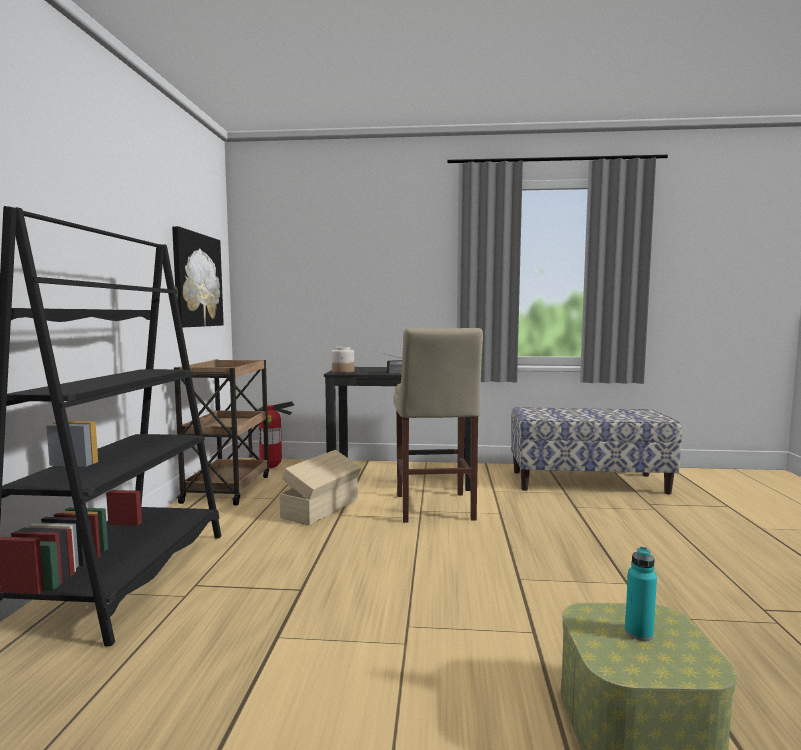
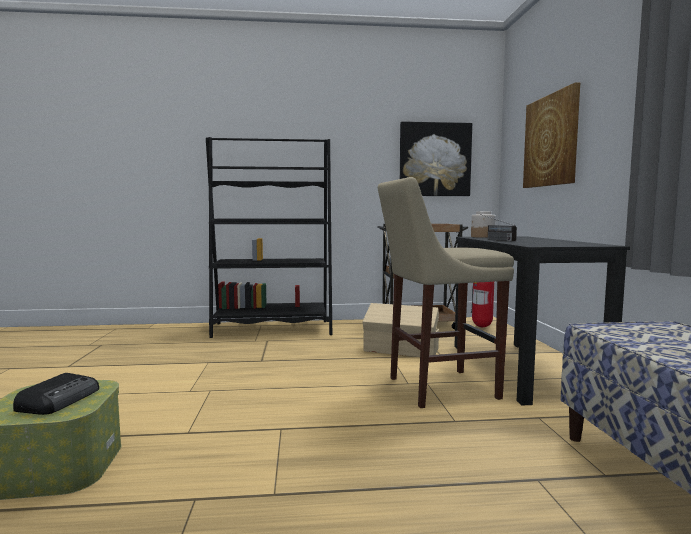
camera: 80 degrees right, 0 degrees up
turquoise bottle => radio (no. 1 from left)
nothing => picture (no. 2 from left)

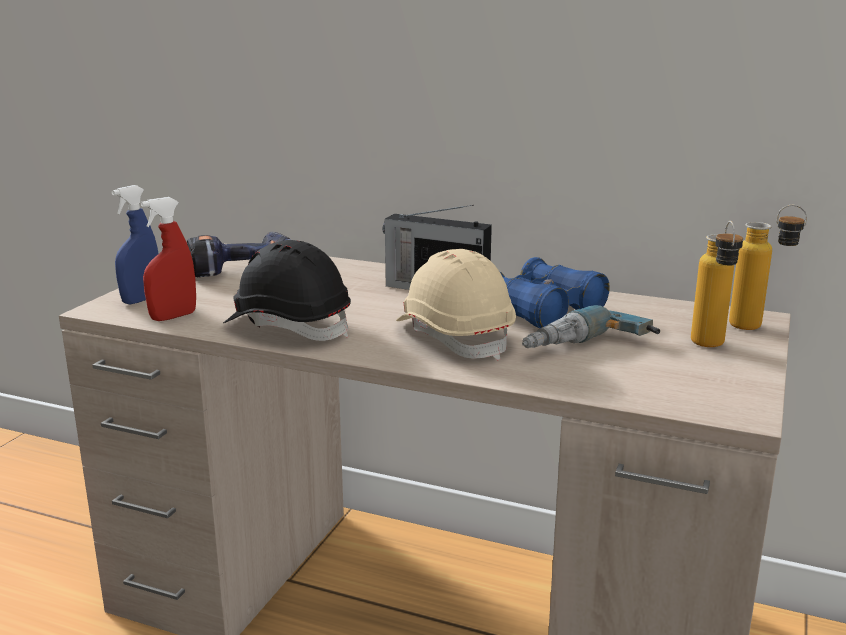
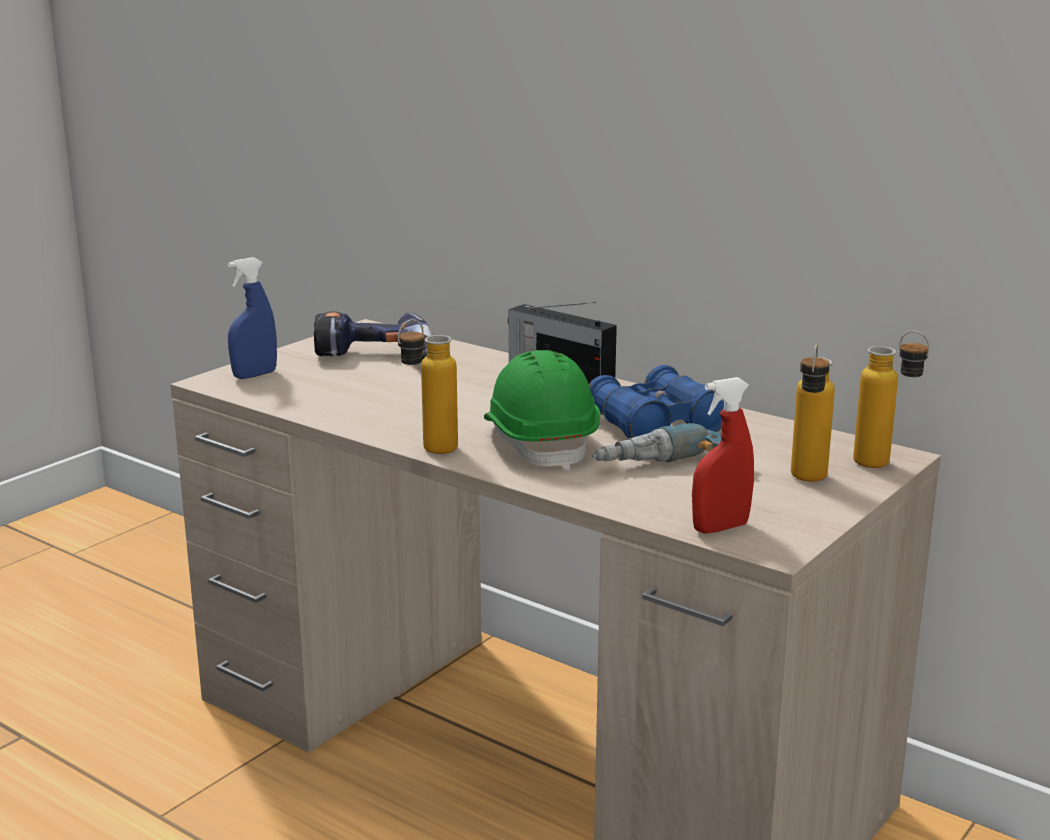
camera: 15 degrees right, 0 degrees up
red spray bottle, shifted
black hard hat => nothing
beige hard hat => green hard hat
nothing => bottle (no. 1 from left)

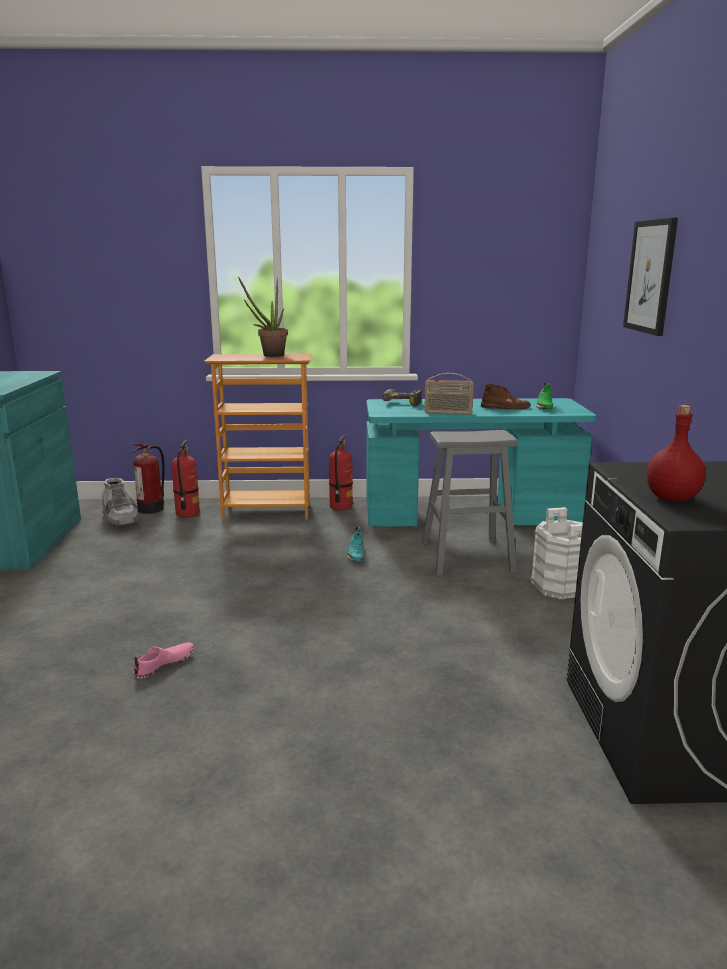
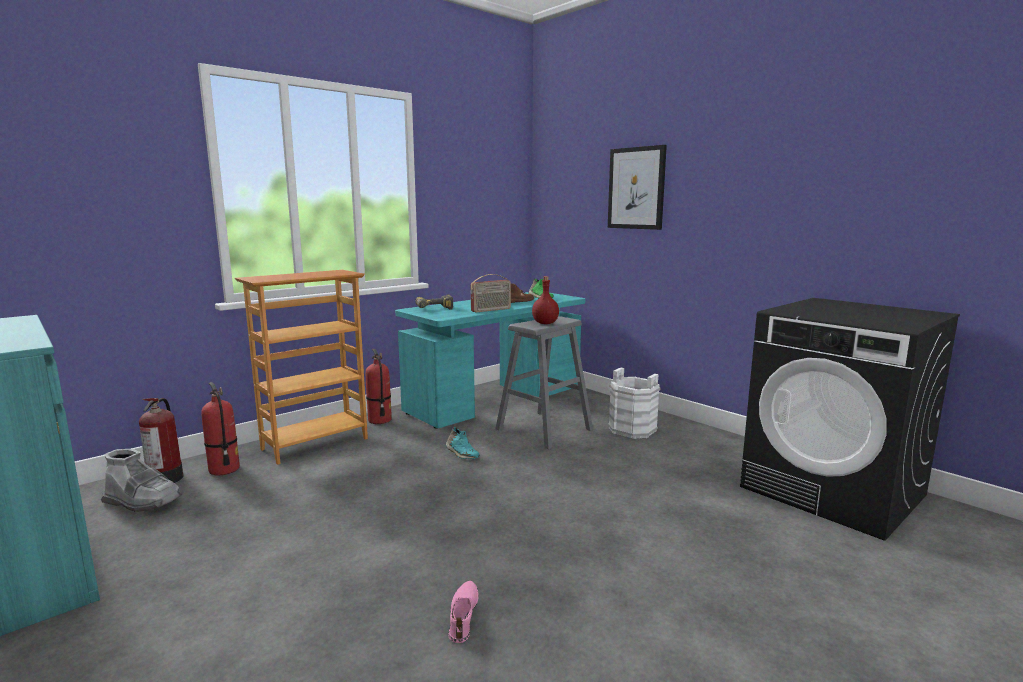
camera: 40 degrees left, 5 degrees down
potted plant => nothing
red bottle, shifted

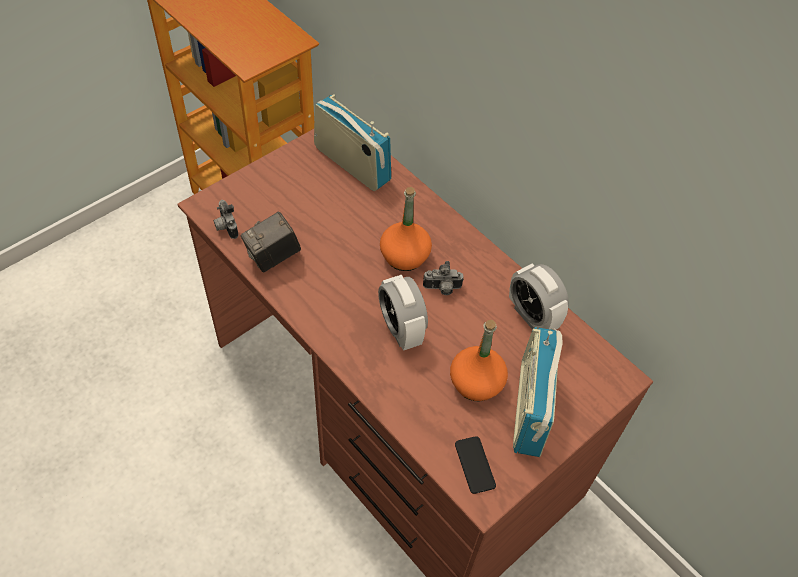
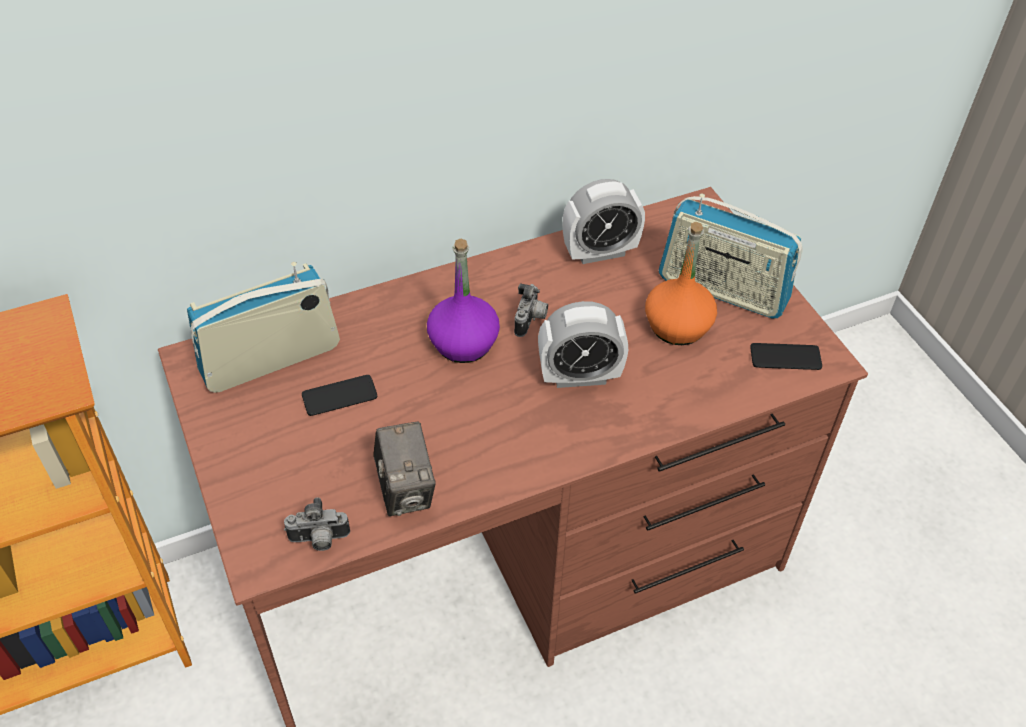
camera: 70 degrees left, 5 degrees down
orange bottle (no. 1 from left) => purple bottle
nothing => phone (no. 1 from left)

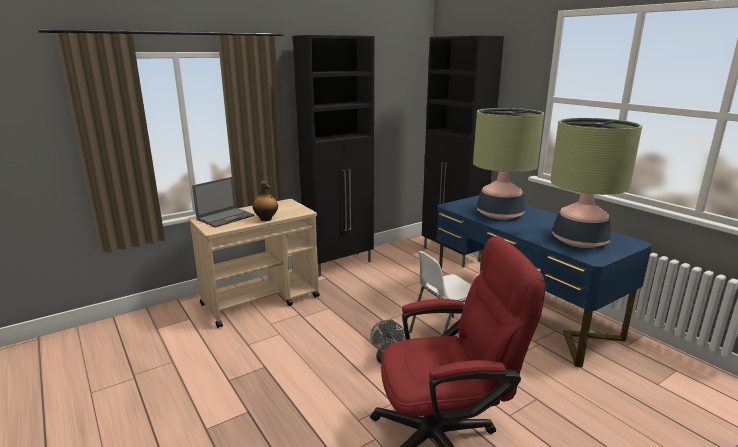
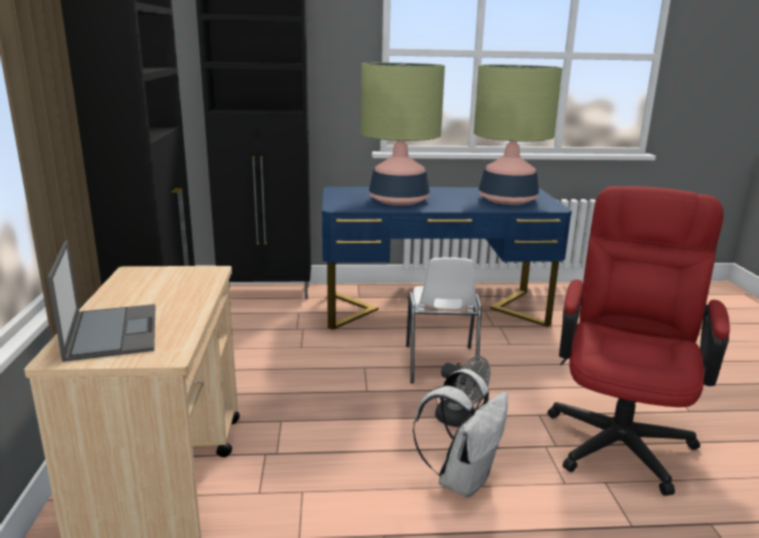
camera: 60 degrees left, 0 degrees up
bottle => nothing
nothing => white backpack

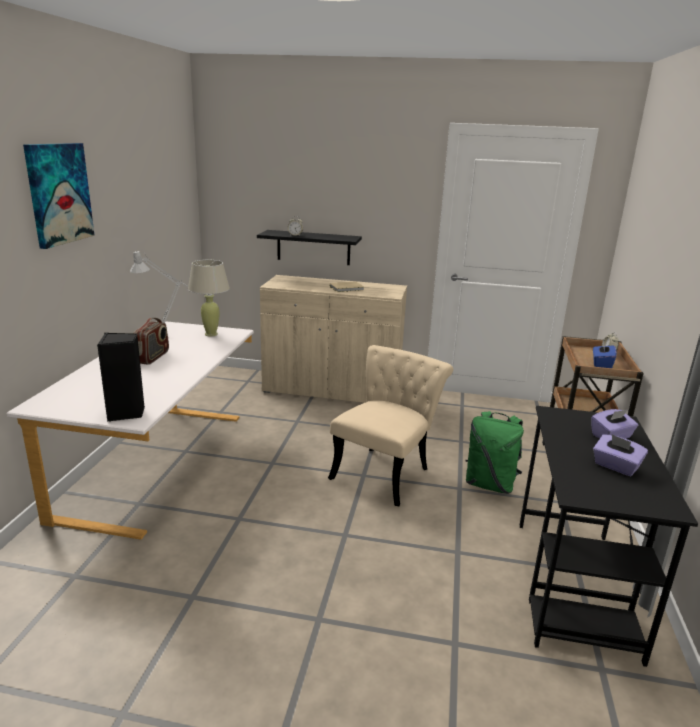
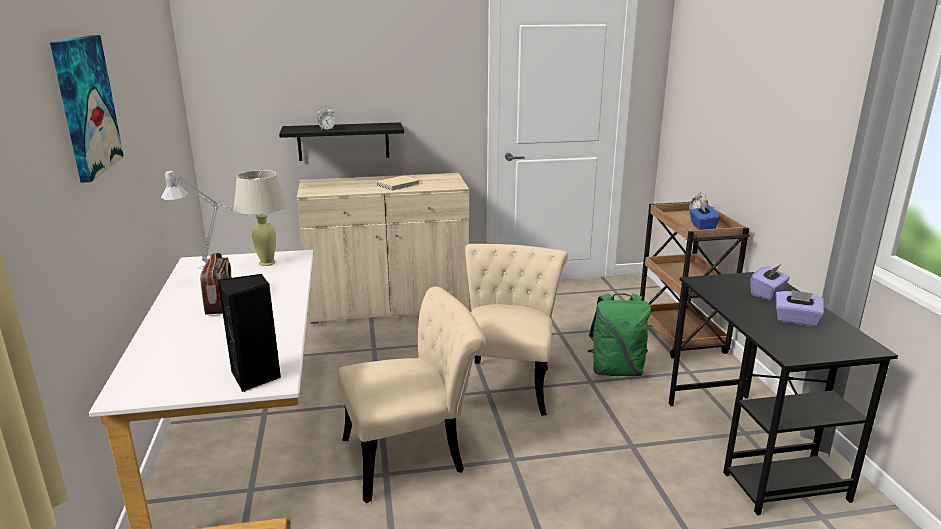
camera: 20 degrees left, 0 degrees up
nothing => beige chair (no. 1 from left)

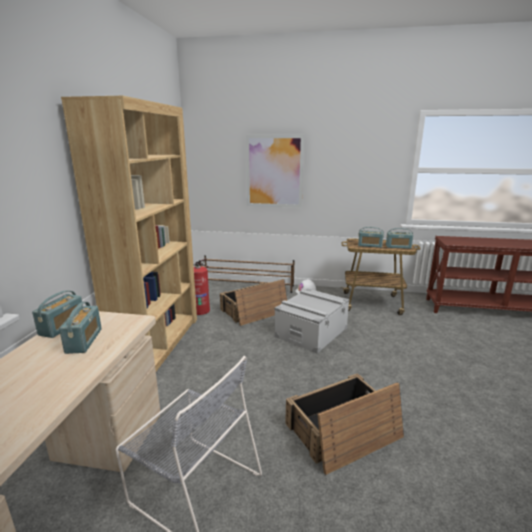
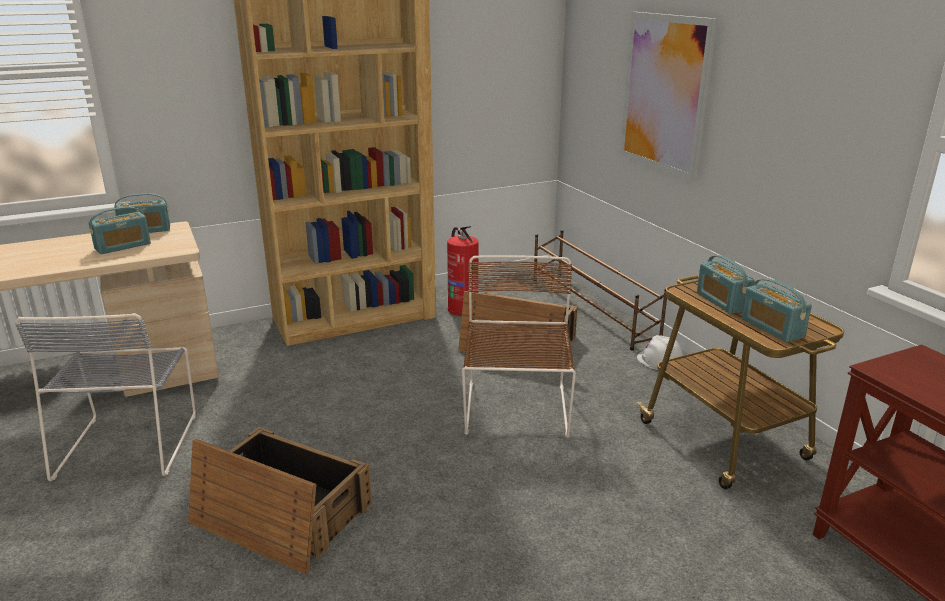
camera: 55 degrees right, 5 degrees up
grey storage box => brown chair

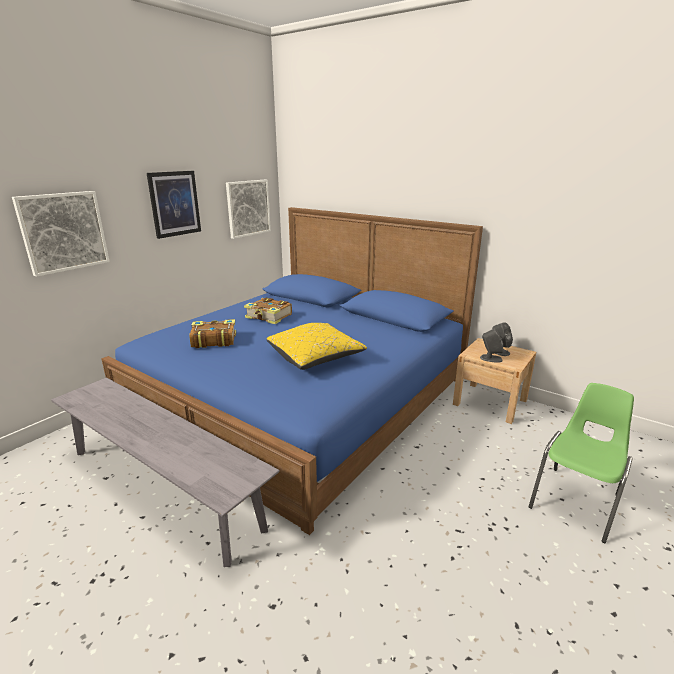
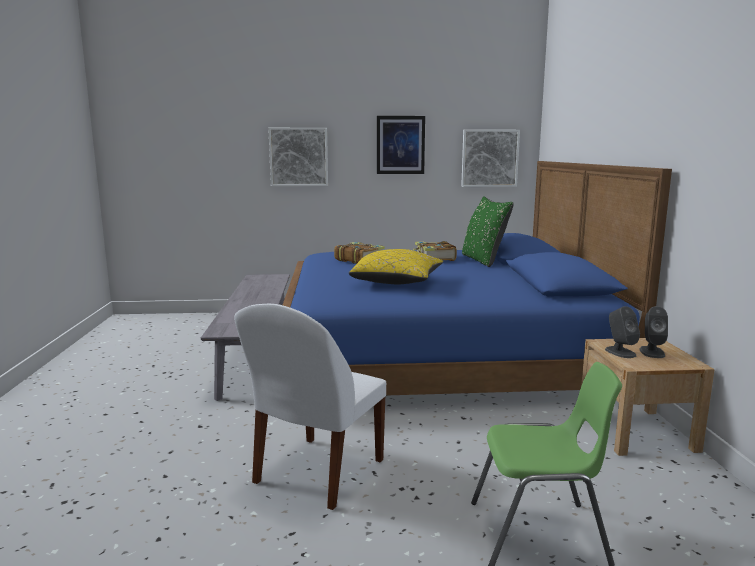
camera: 50 degrees right, 10 degrees down
nothing => white chair
nothing => green pillow

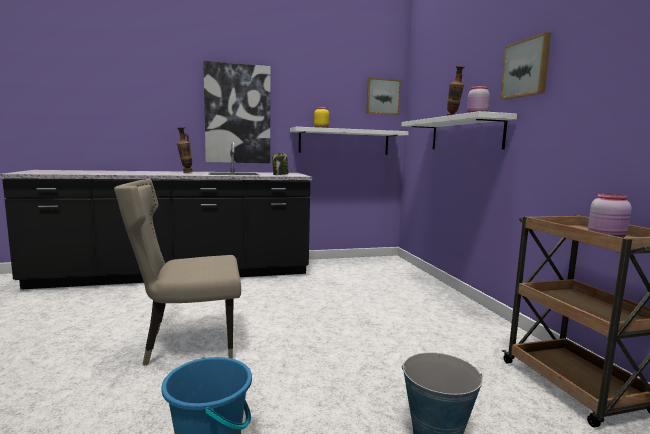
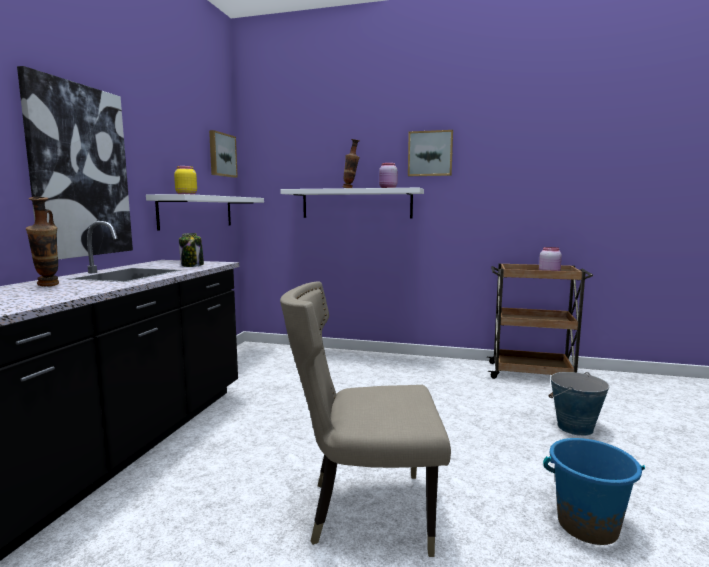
camera: 60 degrees left, 0 degrees up
beige chair, 75 degrees clockwise

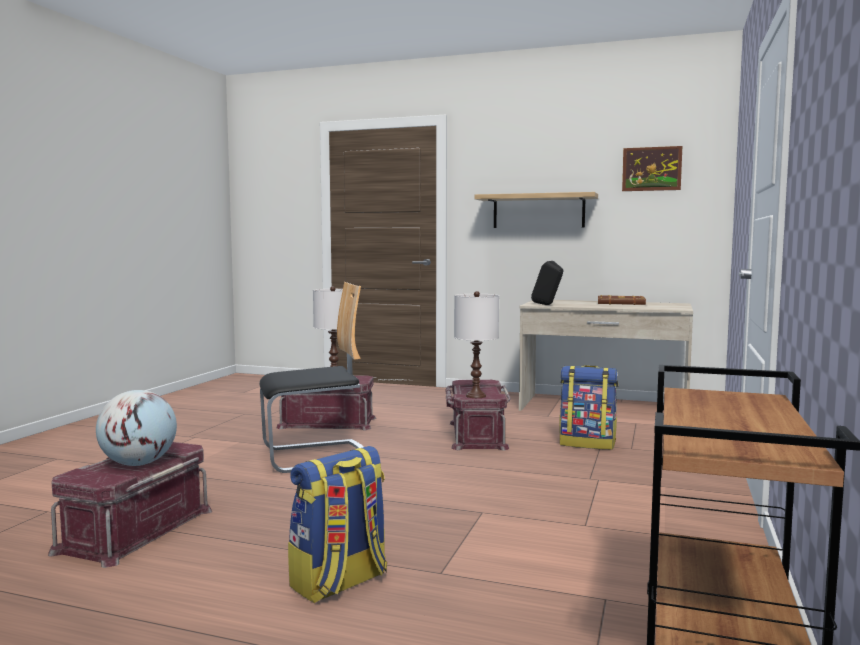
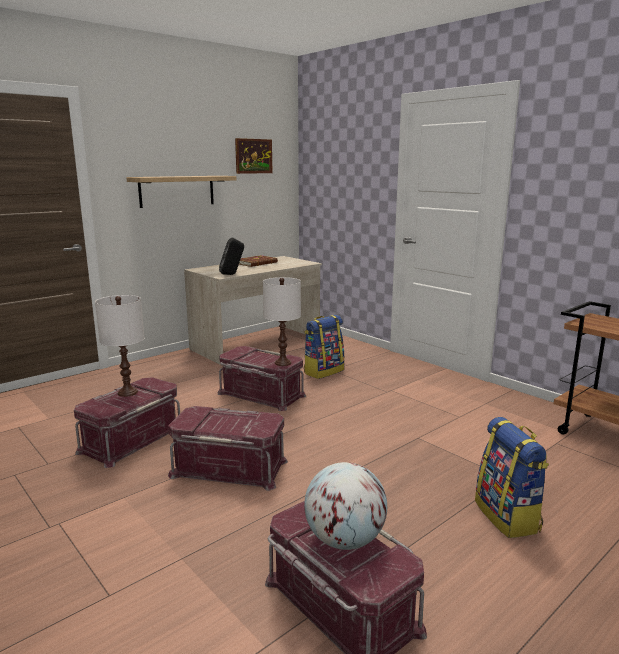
camera: 60 degrees left, 10 degrees up
chair => red storage box (no. 2 from left)

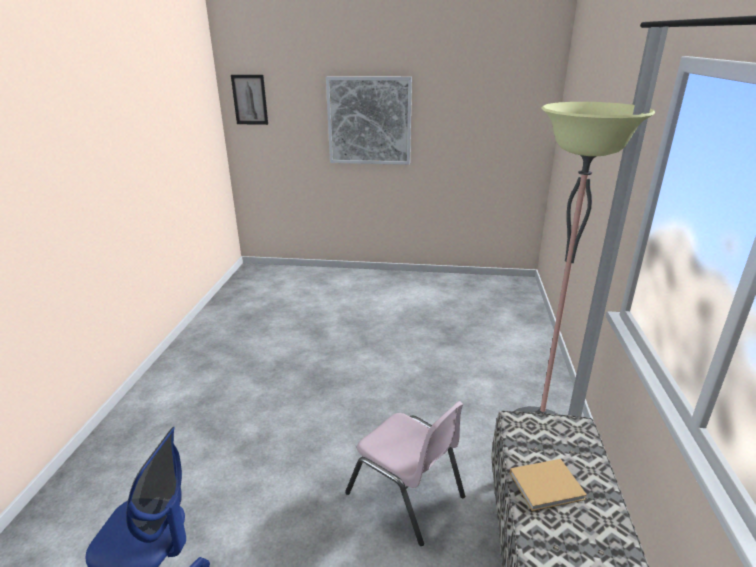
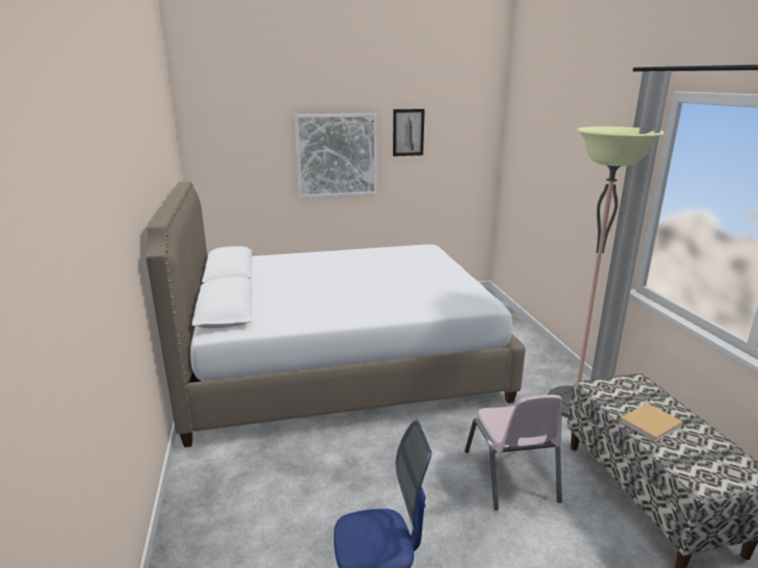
camera: 20 degrees left, 5 degrees down
picture (no. 1 from left in the first image) => picture (no. 2 from left), shifted
pink chair, 60 degrees clockwise
nothing => white bed

